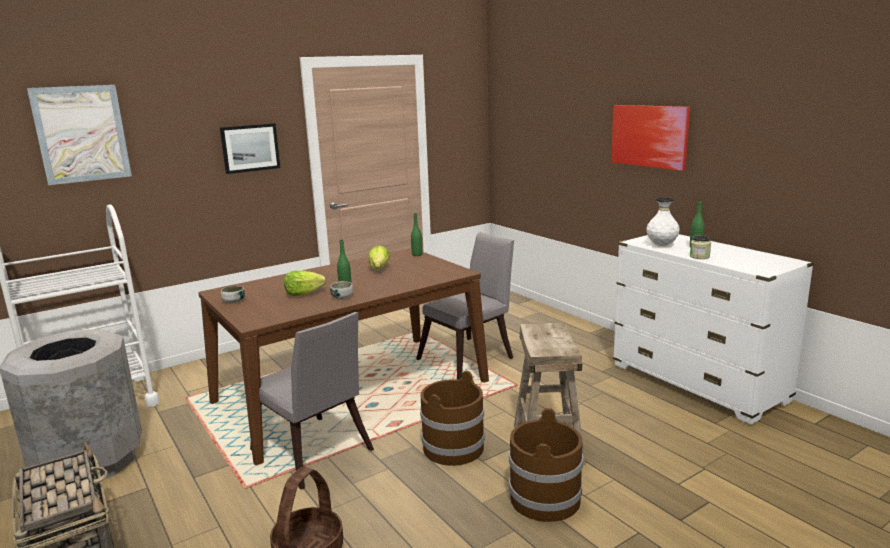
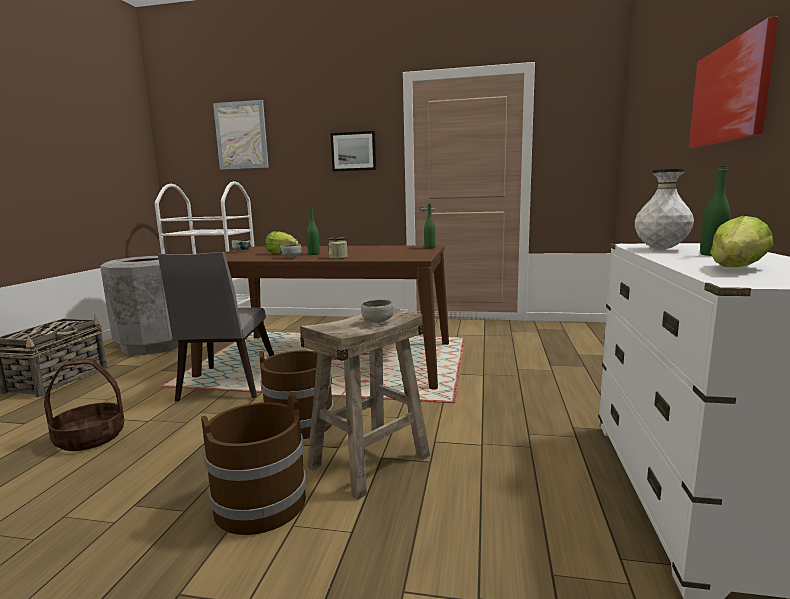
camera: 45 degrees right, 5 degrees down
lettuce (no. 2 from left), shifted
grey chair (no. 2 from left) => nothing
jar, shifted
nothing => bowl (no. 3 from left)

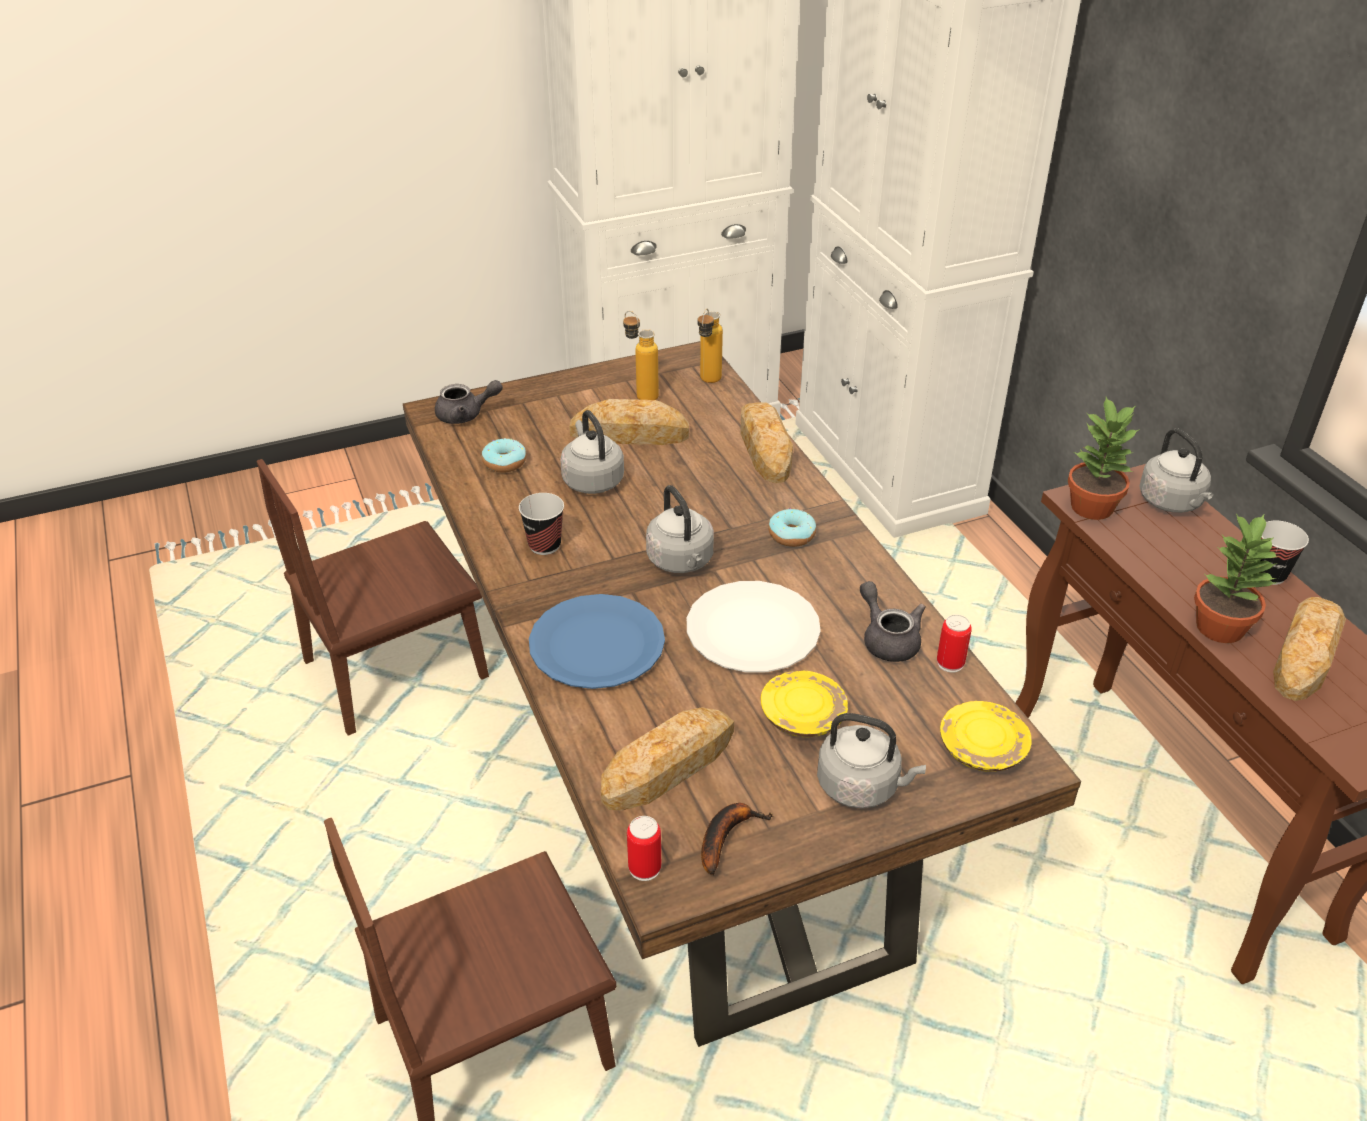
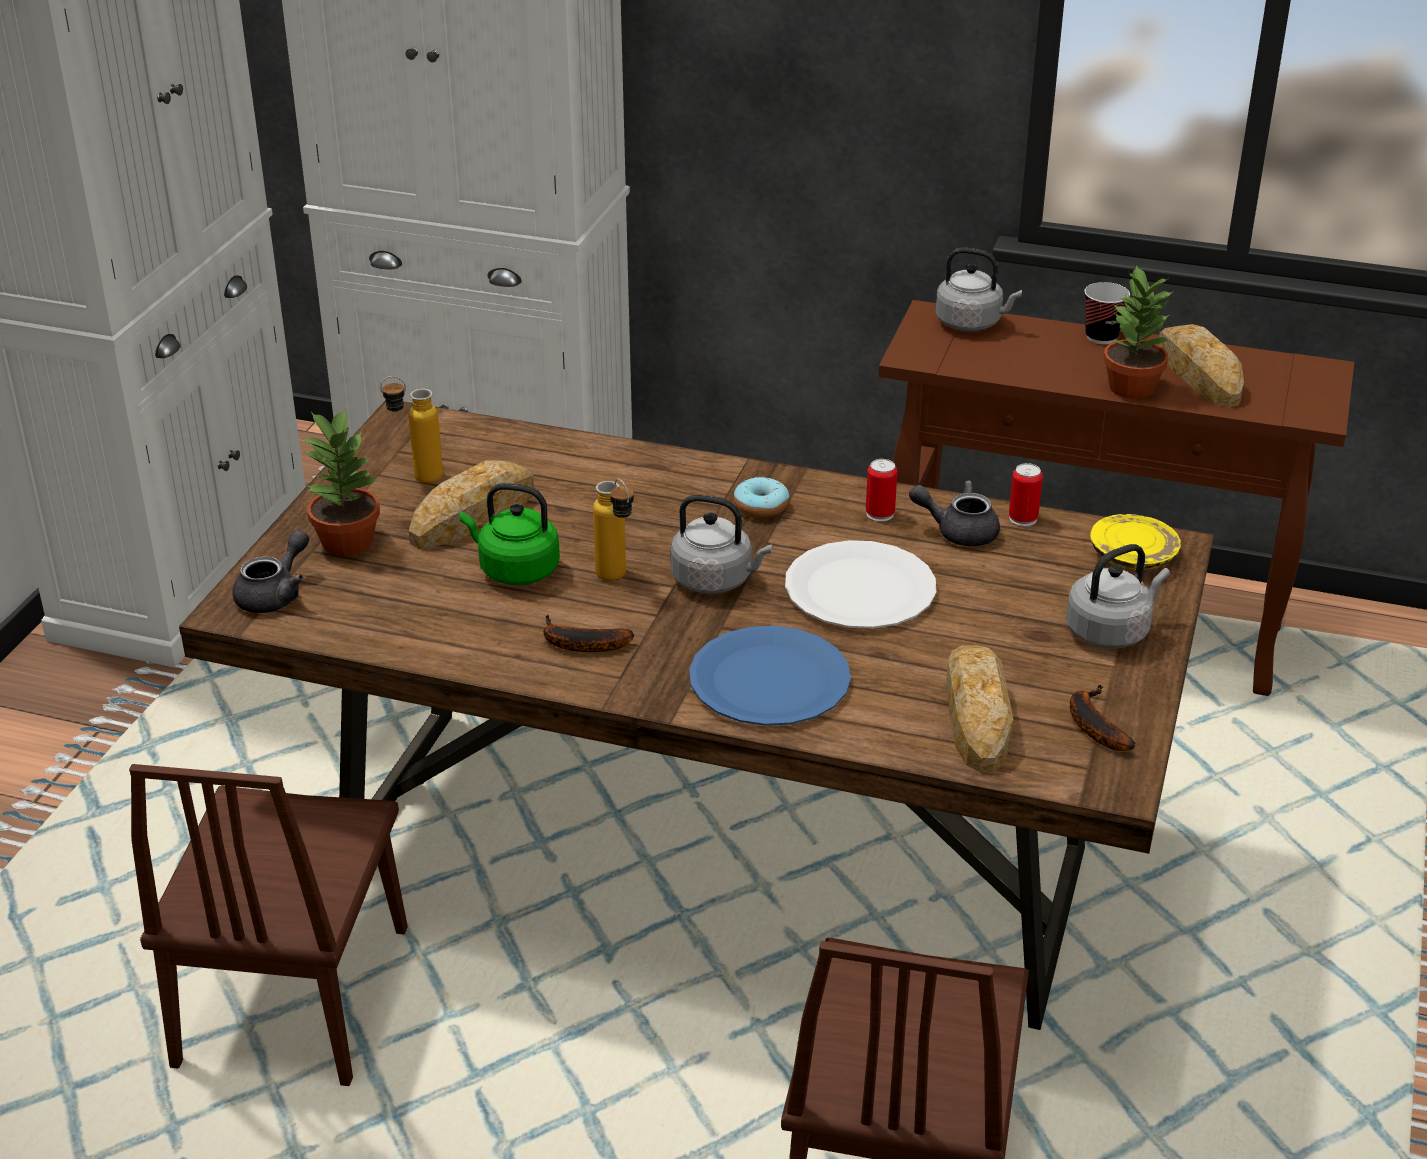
camera: 50 degrees left, 5 degrees down
donut (no. 1 from left) => nothing
cup (no. 1 from left) => banana (no. 1 from left)
grey kettle (no. 1 from left) => green kettle
can (no. 1 from left), shifted
bottle (no. 2 from left), shifted
bread (no. 3 from left) => nothing
yellow plate (no. 1 from left) => nothing
potted plant (no. 1 from left), shifted

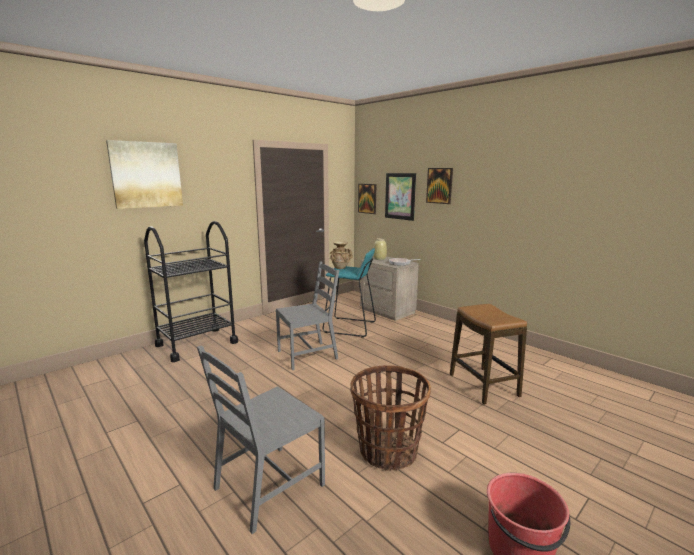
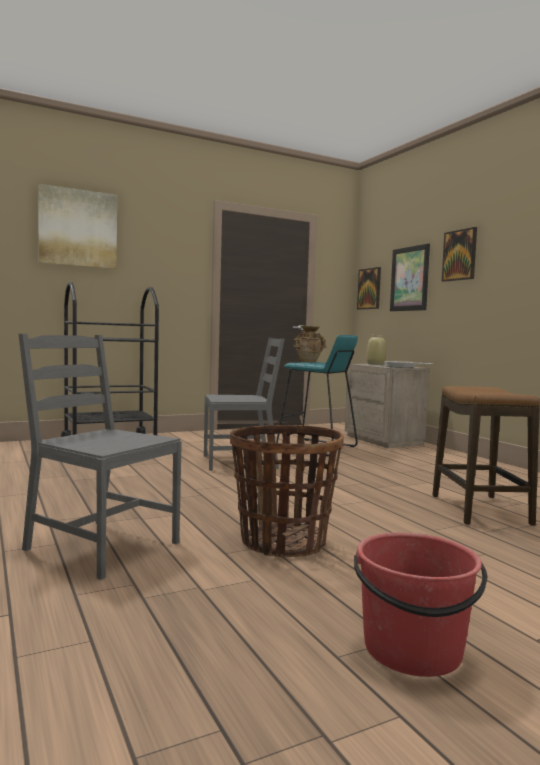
camera: 15 degrees right, 10 degrees down
grey chair (no. 1 from left), 60 degrees clockwise

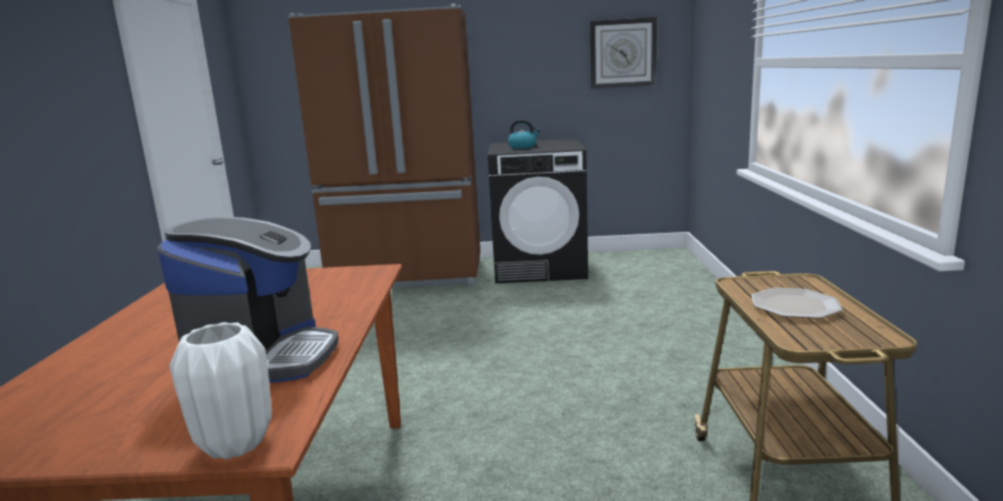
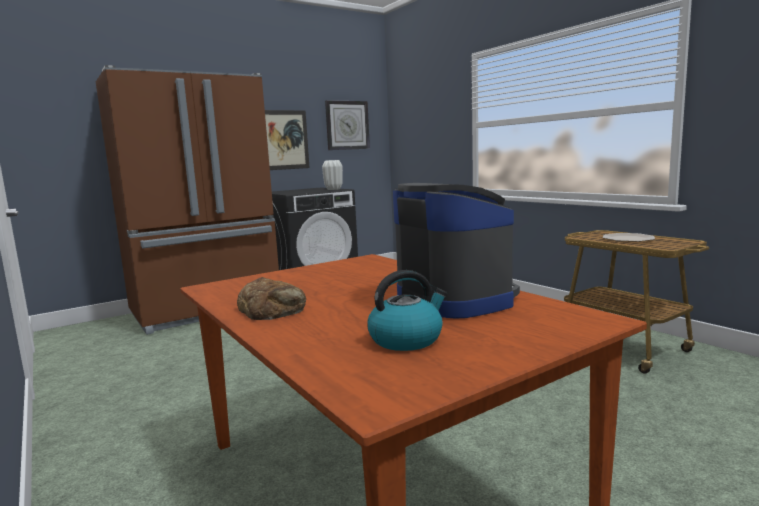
camera: 35 degrees left, 5 degrees down
white vase, shifted
kettle, shifted
nothing => bread
nothing => picture

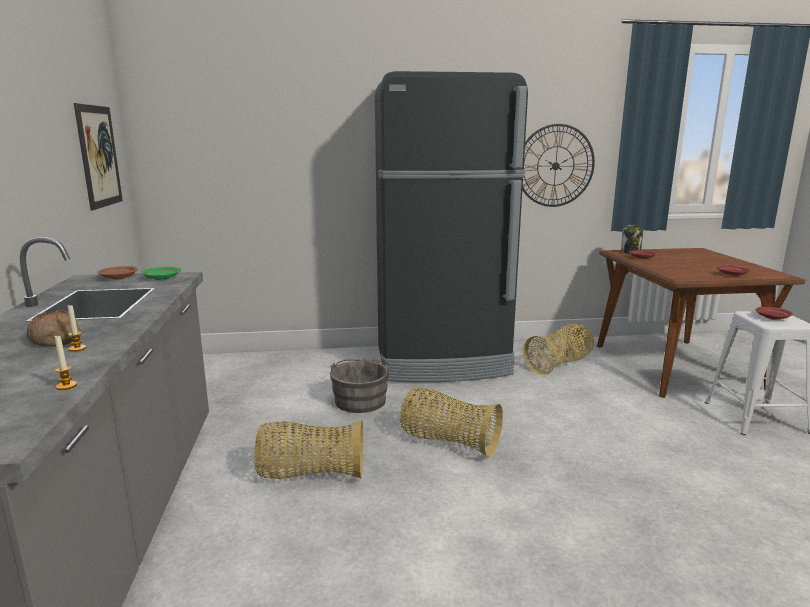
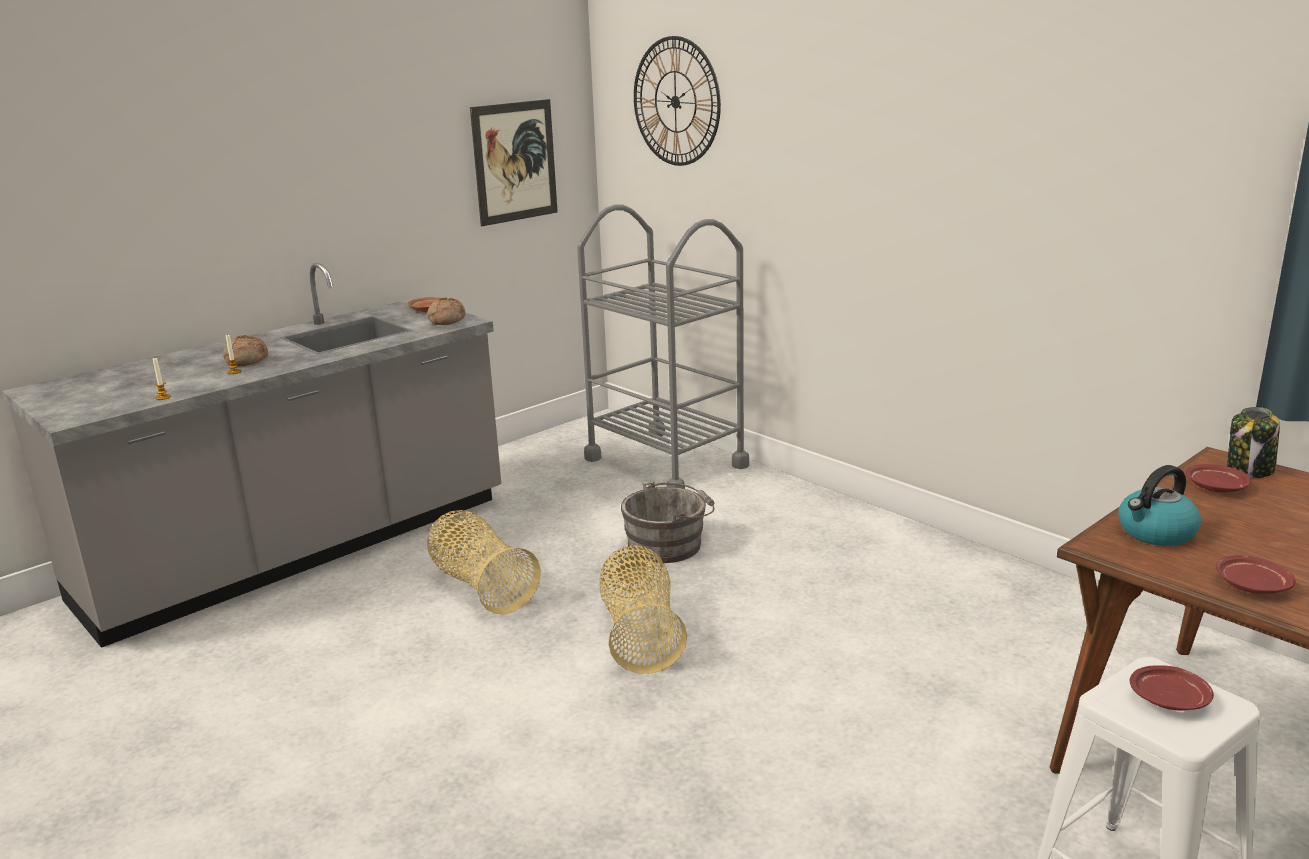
camera: 55 degrees right, 5 degrees up
green plate => bread (no. 2 from left)
black fridge => nothing
wall clock, shifted
basket (no. 3 from left) => nothing
nothing => grey cart
nothing => kettle

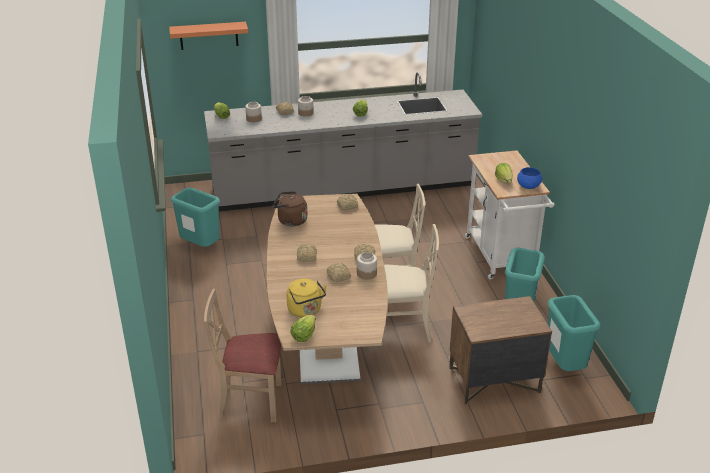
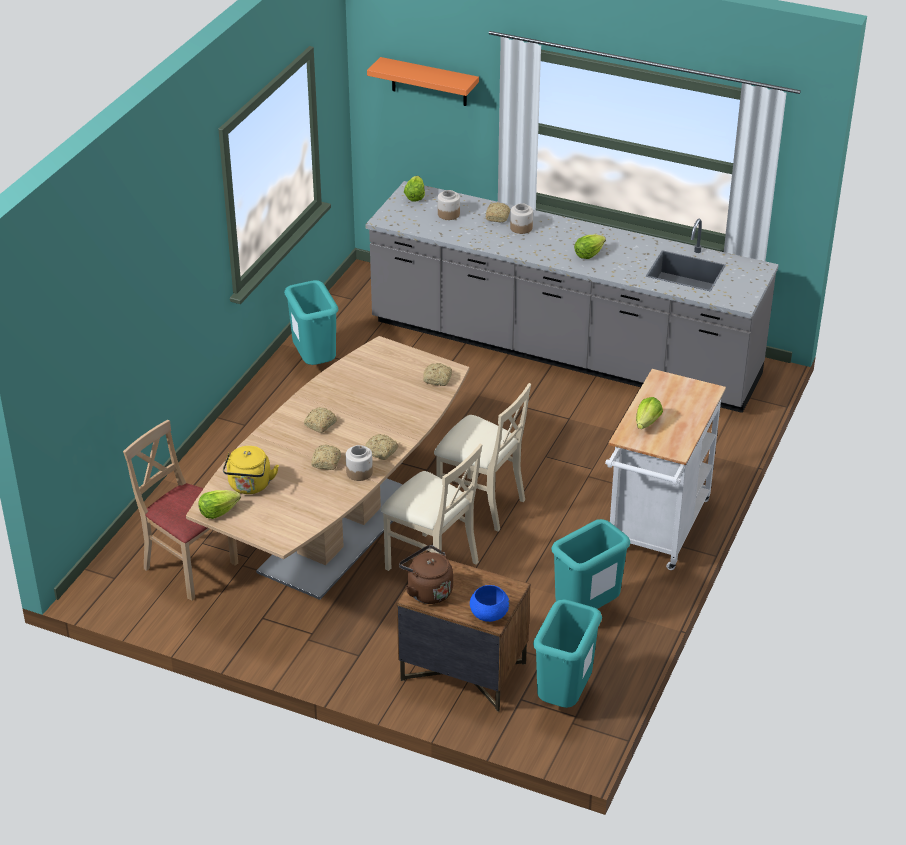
camera: 35 degrees right, 5 degrees up
brown kettle, shifted
blue bowl, shifted

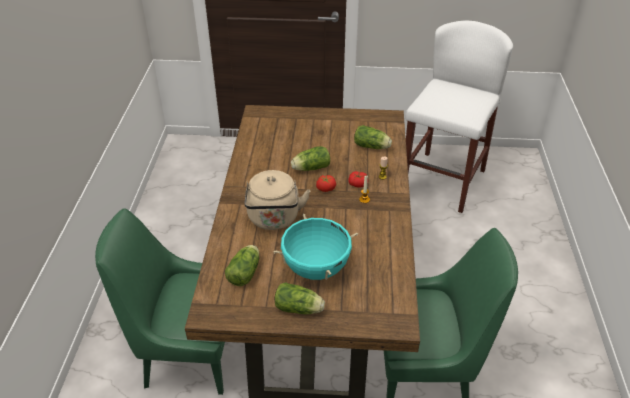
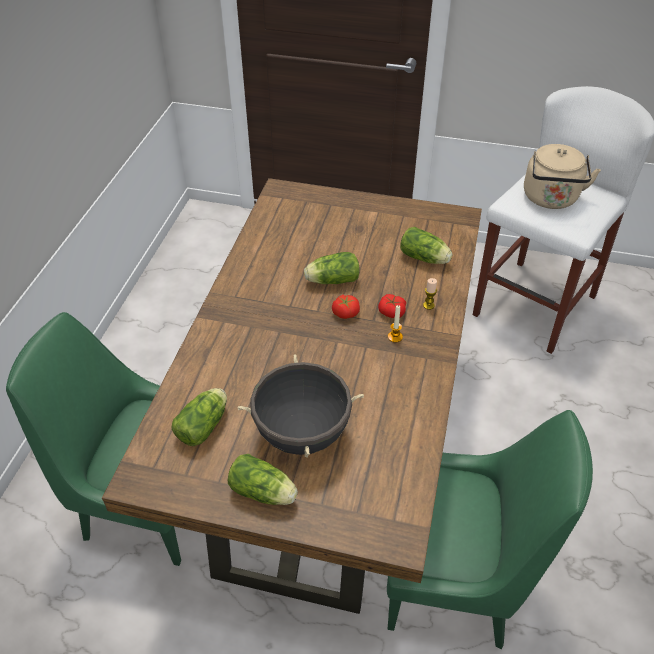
camera: 10 degrees right, 5 degrees up
beige kettle, shifted
turquoise cooking pot => black cooking pot

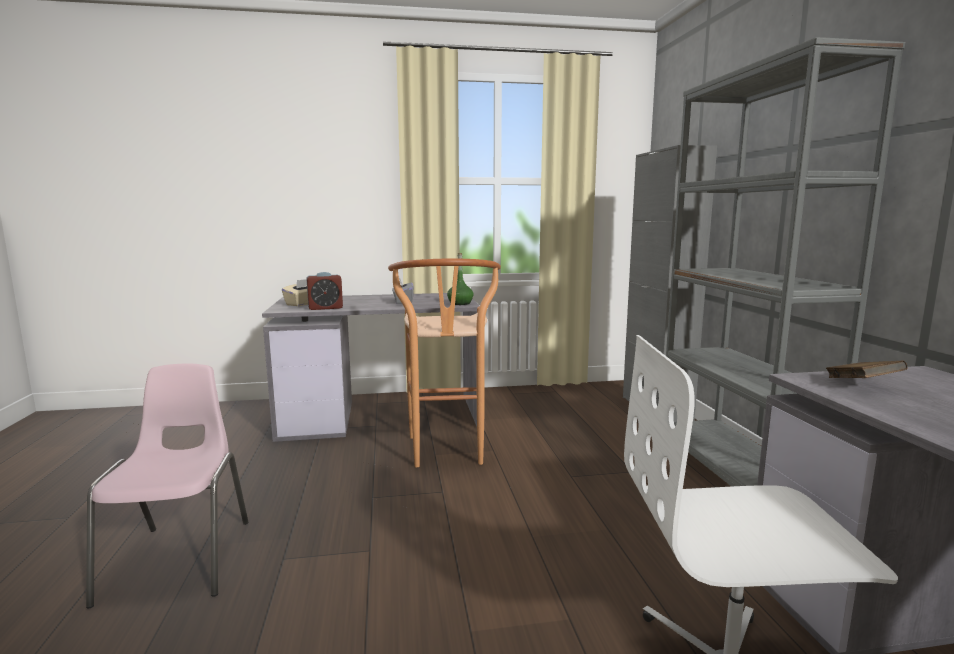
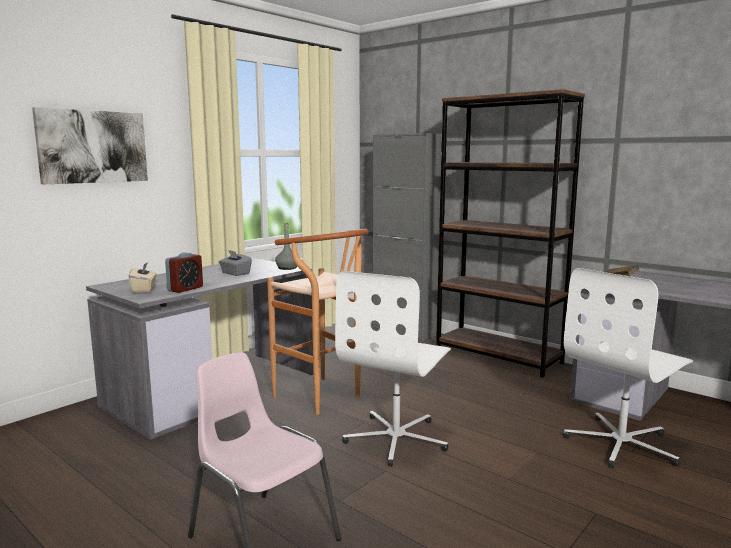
camera: 40 degrees left, 0 degrees up
green bottle => grey bottle
grey bookcase => brown bookcase
nothing => picture
nothing => white office chair (no. 1 from left)

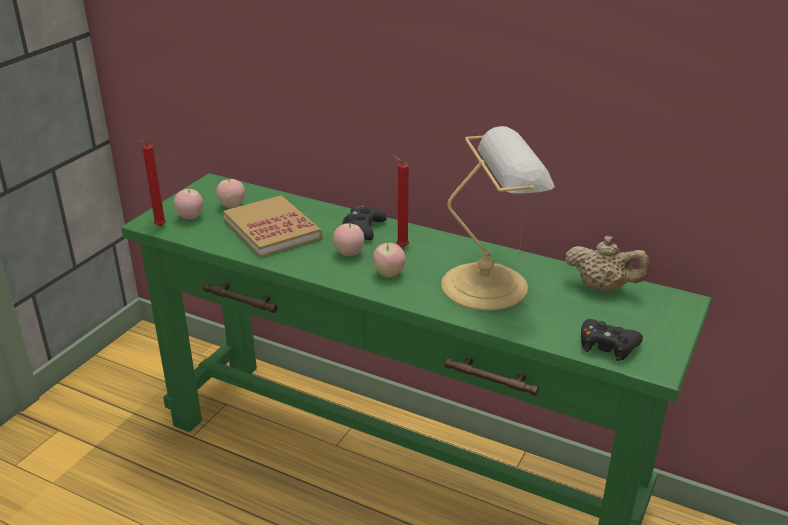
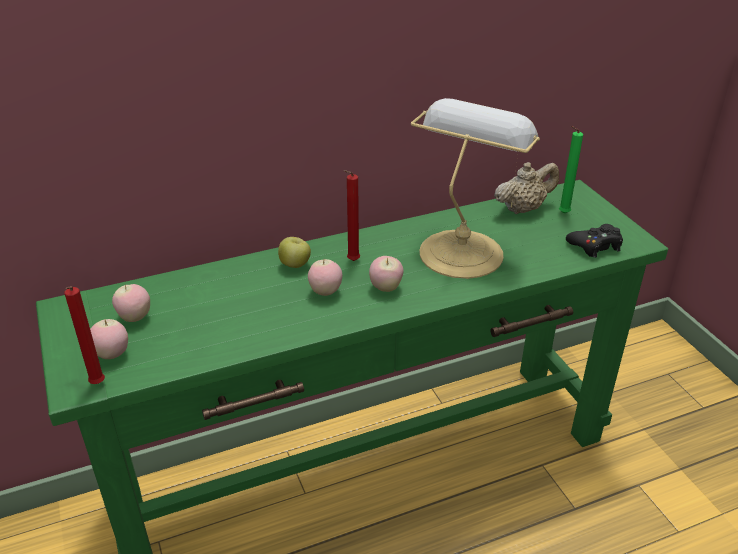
camera: 50 degrees left, 5 degrees up
book => nothing
black game controller (no. 1 from left) => apple (no. 3 from left)
nothing => green candle

